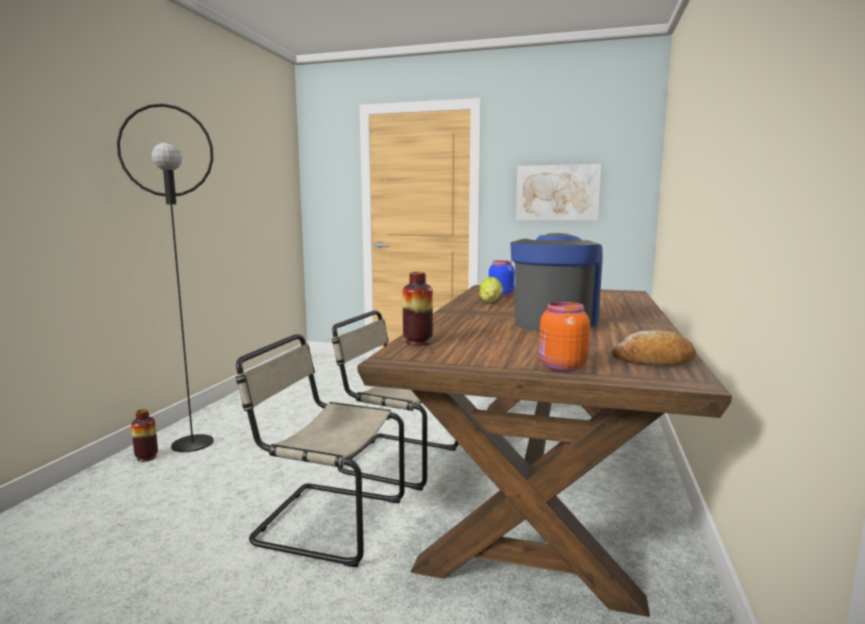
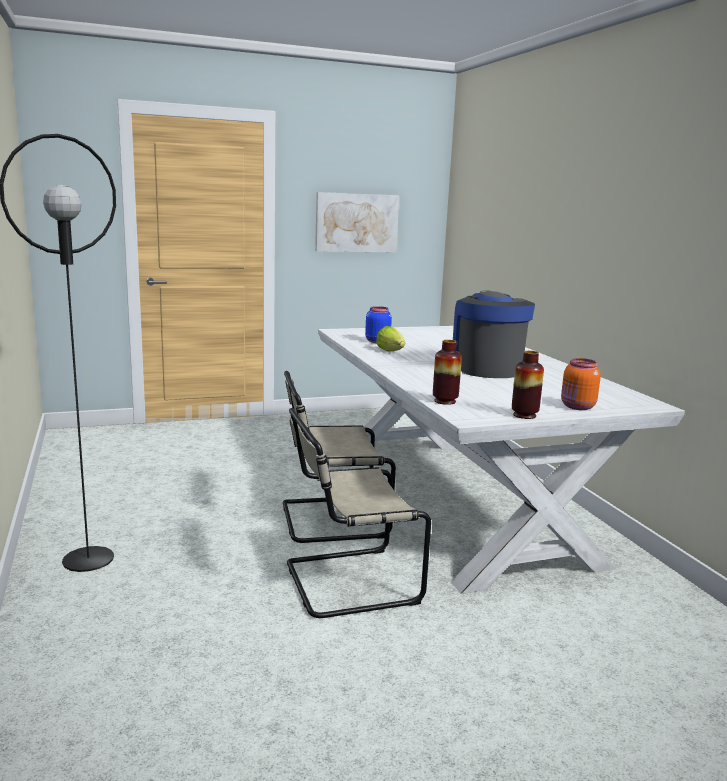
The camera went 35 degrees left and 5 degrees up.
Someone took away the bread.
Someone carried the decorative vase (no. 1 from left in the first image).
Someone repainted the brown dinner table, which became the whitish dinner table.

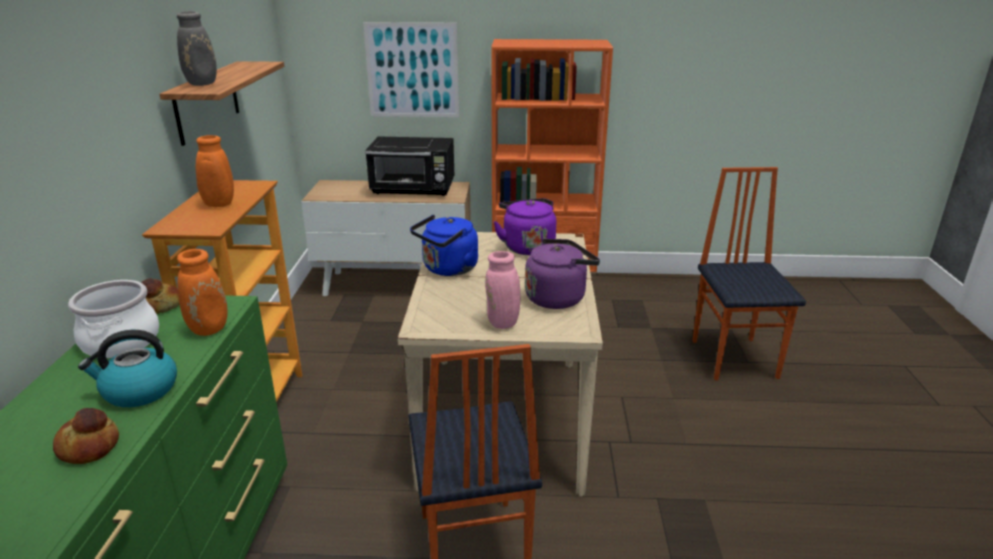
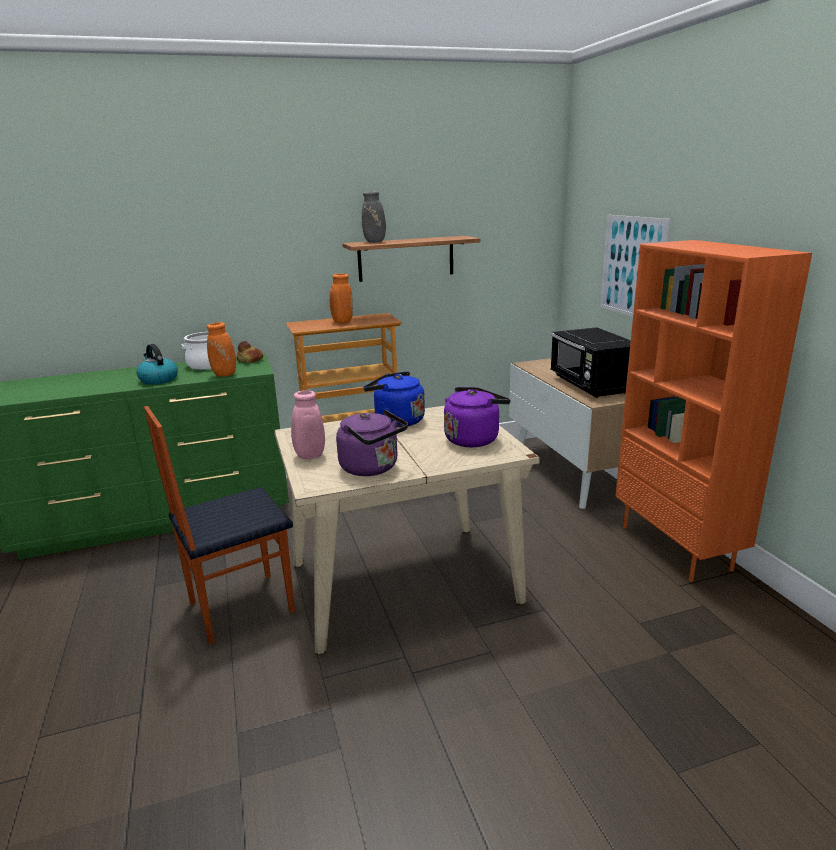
The camera went 70 degrees right and 5 degrees down.
Someone took away the bread (no. 1 from left).
Someone took away the upright chair (no. 2 from left).

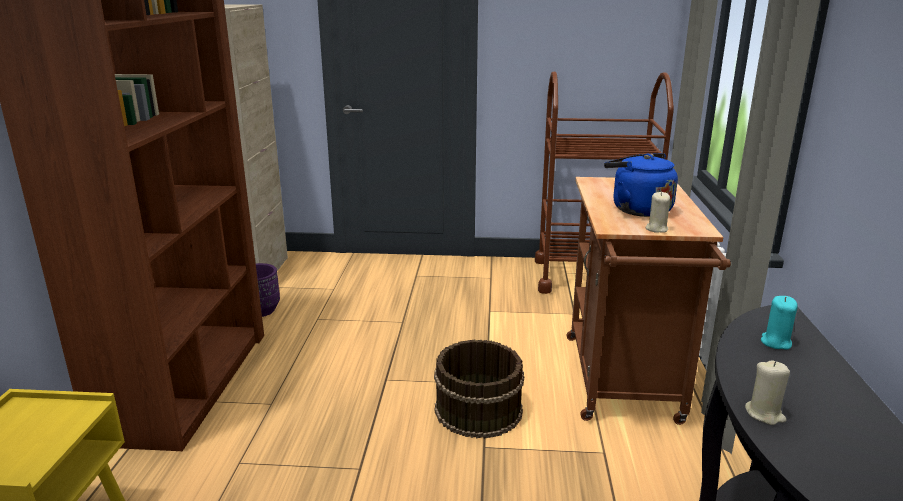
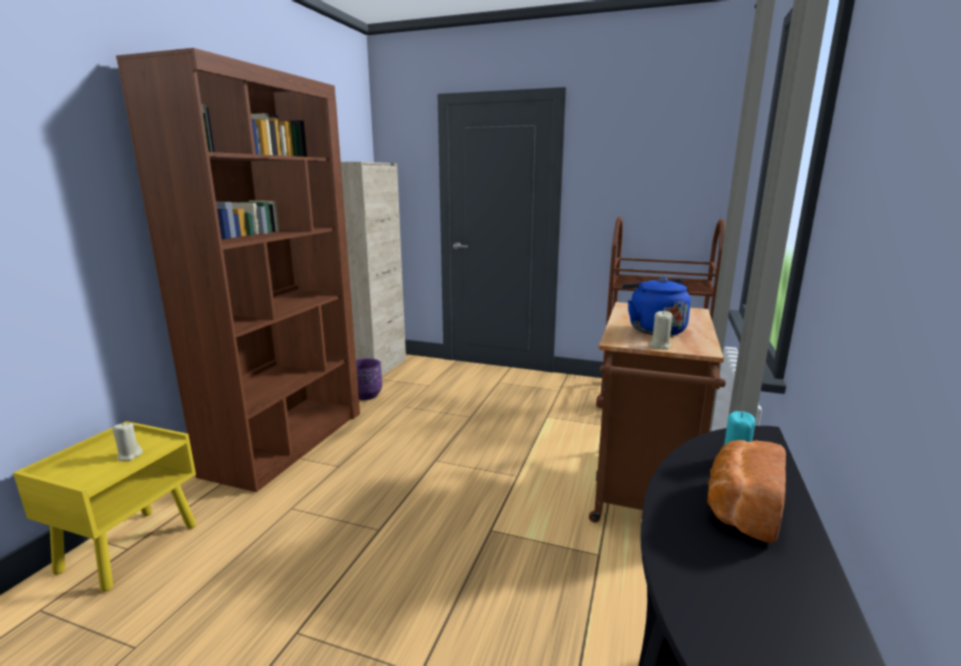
The camera went 15 degrees right and 5 degrees down.
Someone took away the brown pail.
Someone put down the bread.
Someone carried the beige-coloured candle (no. 2 from left in the first image).

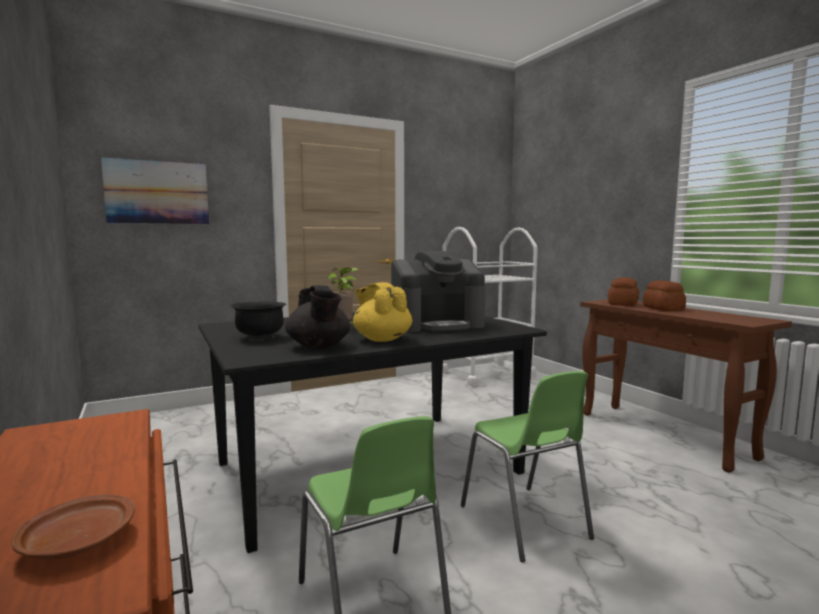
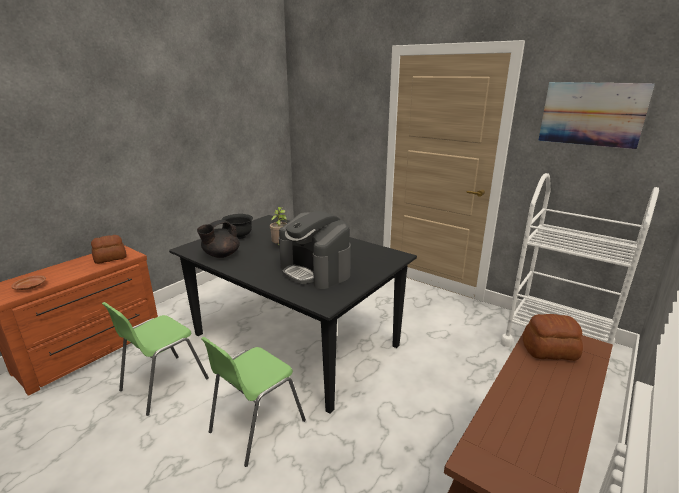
The camera went 65 degrees right and 15 degrees up.
Someone took away the yellow tea pot.
Someone carried the wall art.
Someone carried the bread (no. 2 from left in the first image).

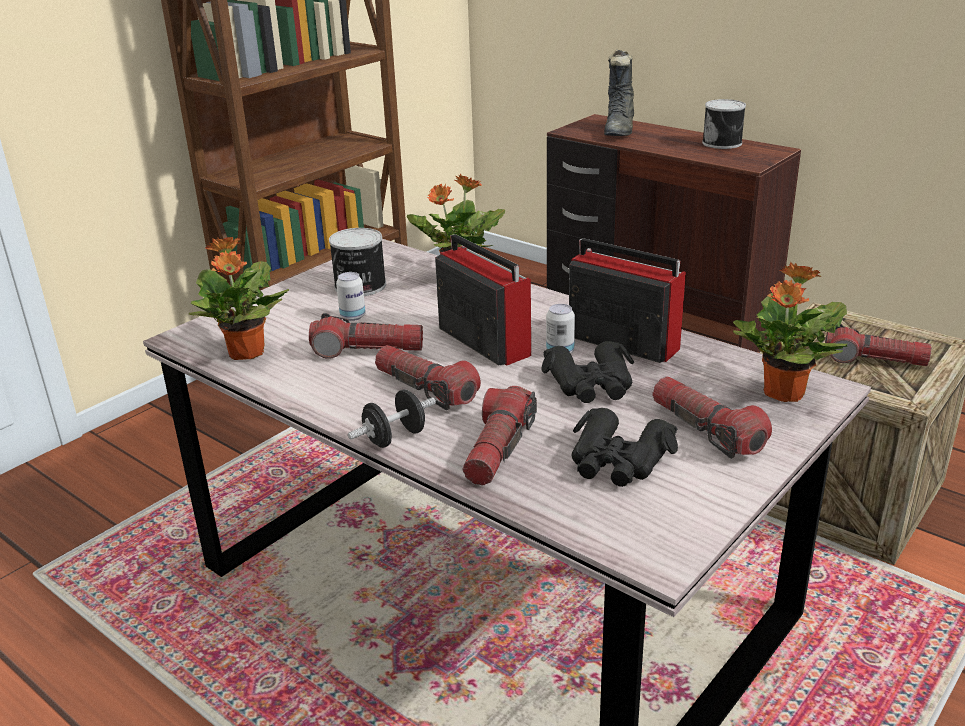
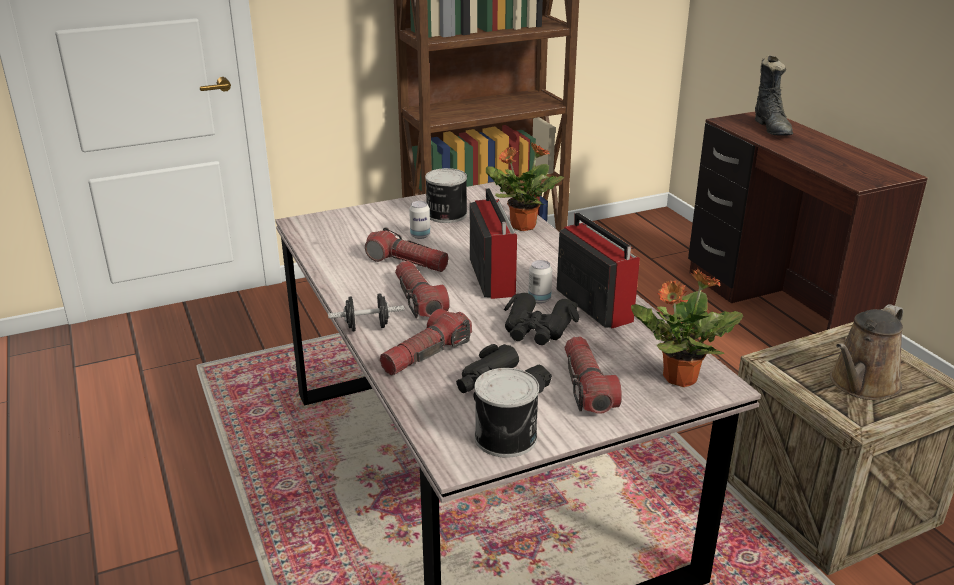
The camera went 25 degrees right and 0 degrees up.
Someone took away the potted plant (no. 1 from left).
Someone carried the metal can (no. 4 from left in the first image).
Someone swapped the torch (no. 5 from left) for the brown sprinkling can.
Someone rotated the black-coloured high-top boot by 45 degrees counterclockwise.

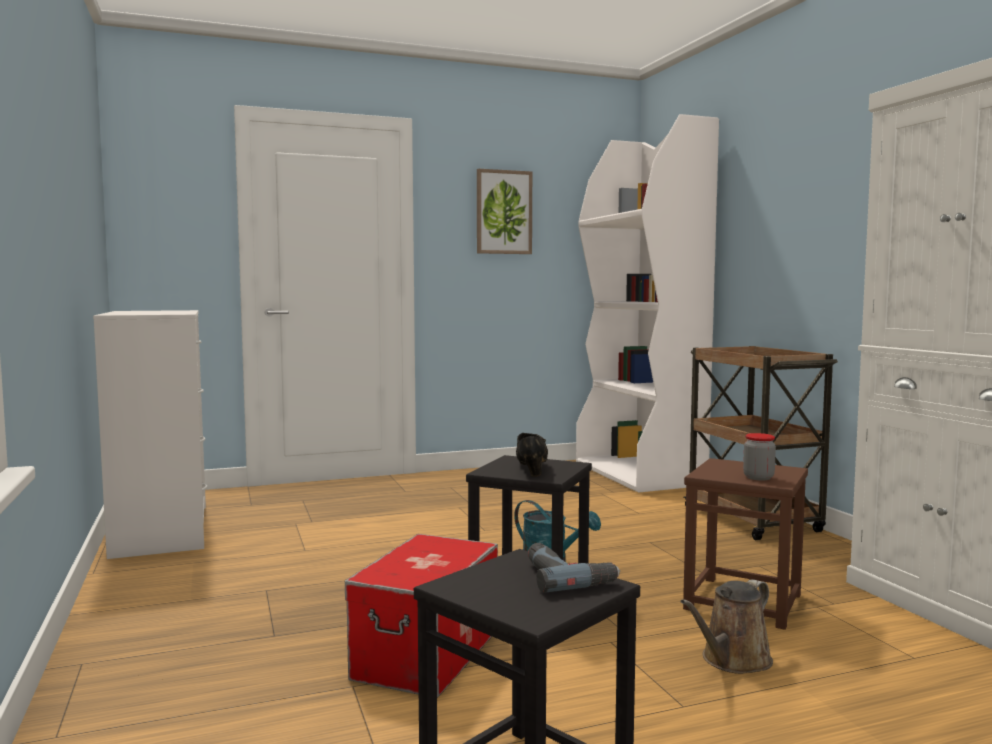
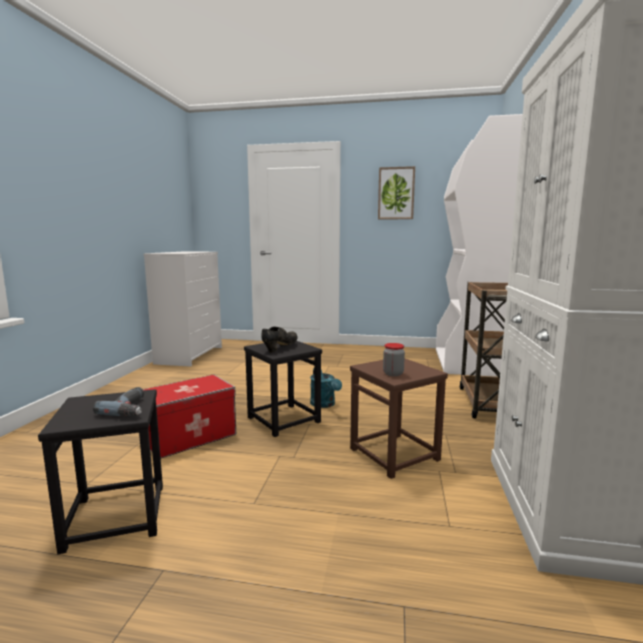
The camera went 30 degrees right and 5 degrees up.
Someone took away the brown sprinkling can.

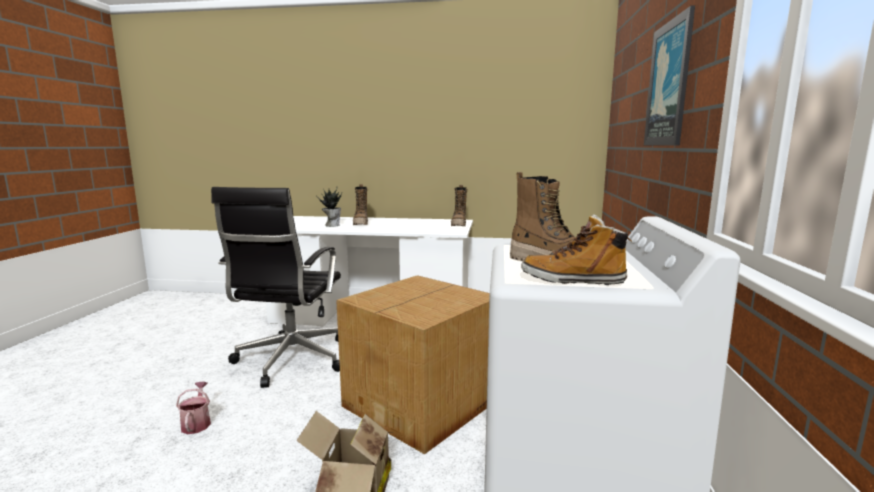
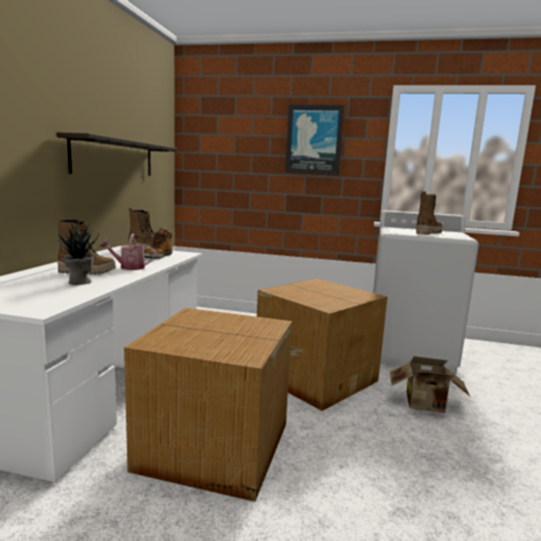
The camera went 85 degrees left and 0 degrees up.
Someone put up the shelf.
Someone carried the sprinkling can.
Someone carried the high-top boot (no. 4 from left in the first image).
Someone swapped the black-coloured office chair for the packing box (no. 1 from left).

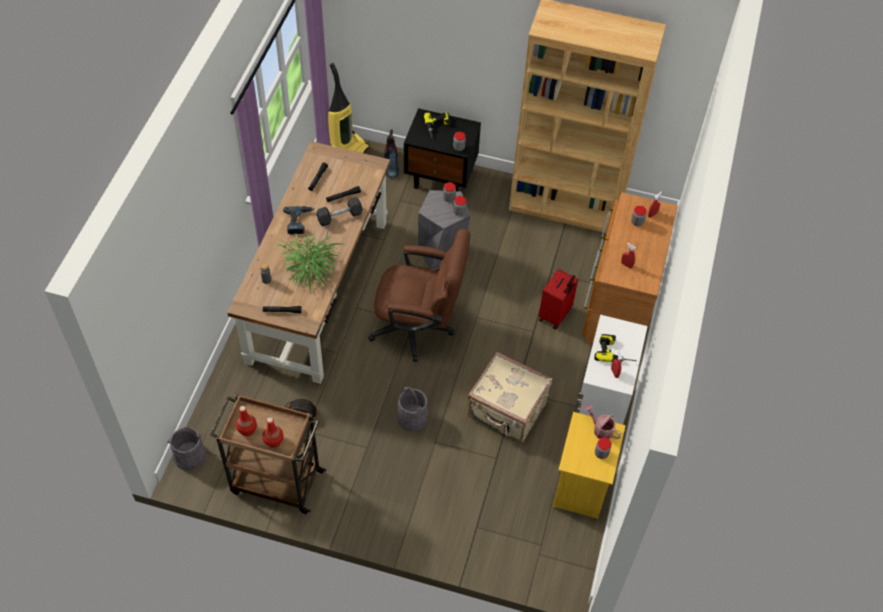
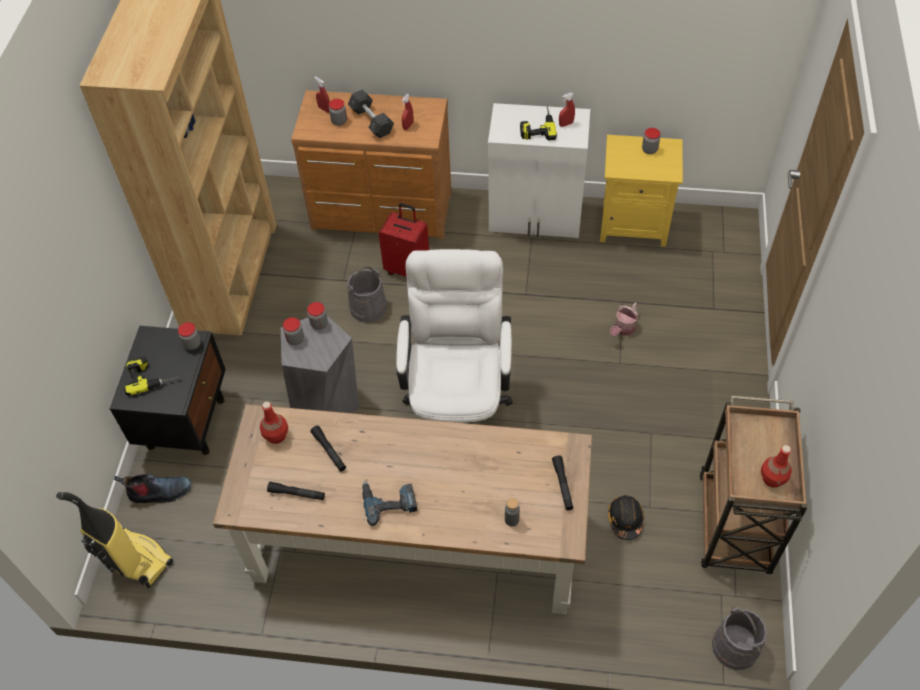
The camera went 95 degrees left and 0 degrees up.
Someone took away the potted plant.
Someone took away the beige-coloured suitcase.
Someone carried the red bottle (no. 2 from left in the first image).
Someone carried the greyish hand weight.
Someone carried the greyish pail (no. 2 from left in the first image).
Someone carried the sprinkling can.
Someone repainted the brown office chair, which became the whitish office chair.

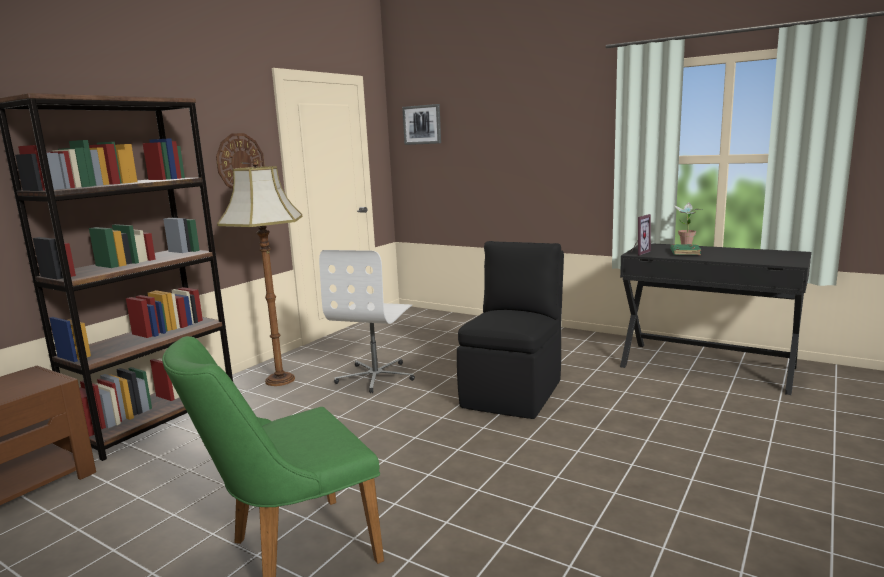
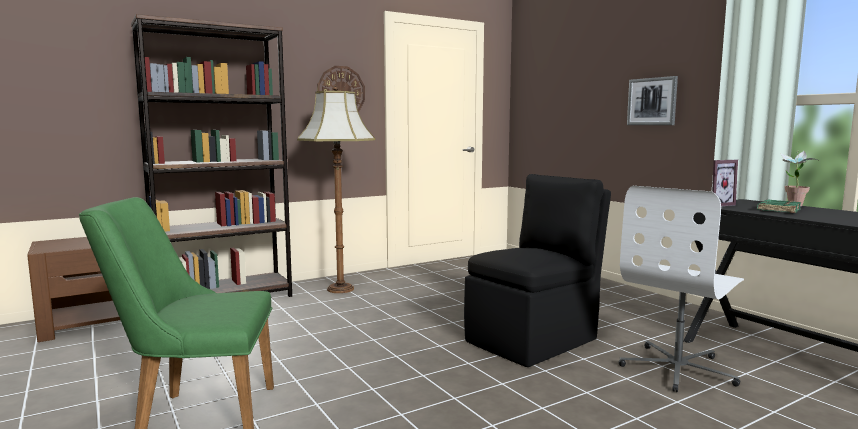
The camera went 25 degrees right and 5 degrees down.
Someone carried the whitish office chair.
Someone carried the wall art.

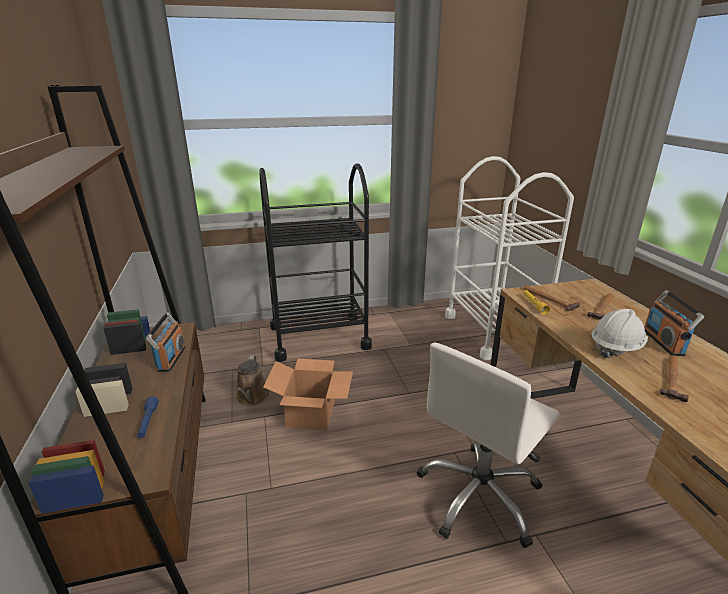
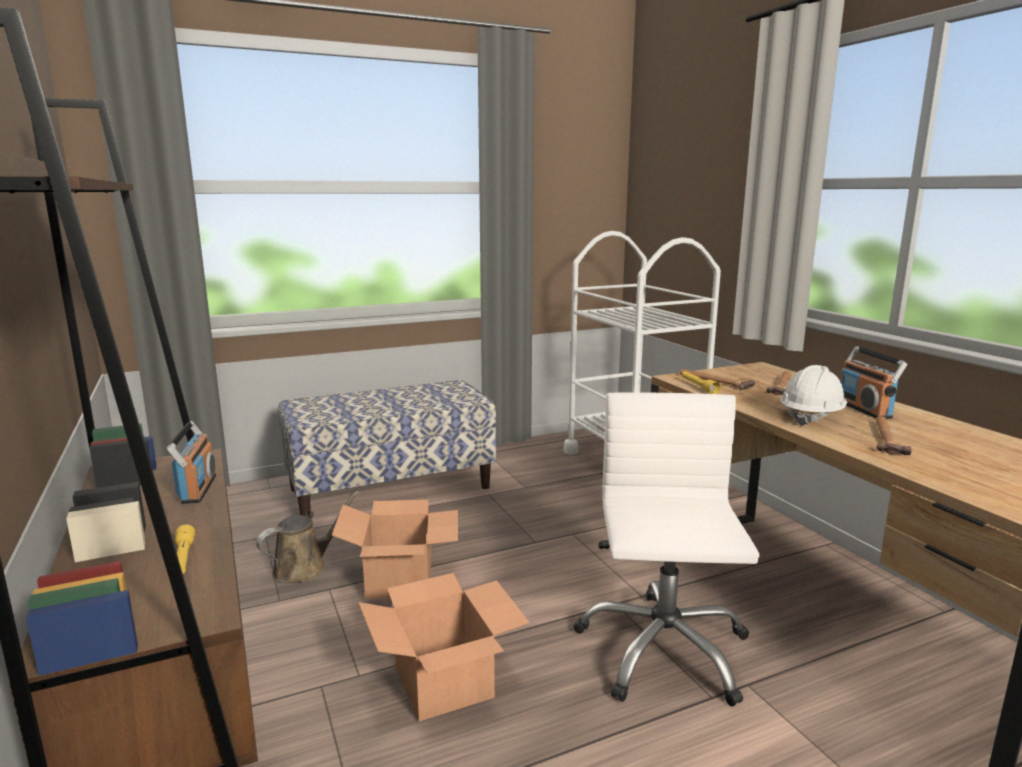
The camera went 10 degrees left and 10 degrees down.
Someone put down the packing box (no. 2 from left).
Someone swapped the black-coloured wheeled cart for the long seat.
Someone repainted the blue-coloured torch, which became the yellow torch (no. 1 from left).
Someone rotated the brown sprinkling can by 120 degrees counterclockwise.
Someone rotated the whitish office chair by 150 degrees clockwise.

